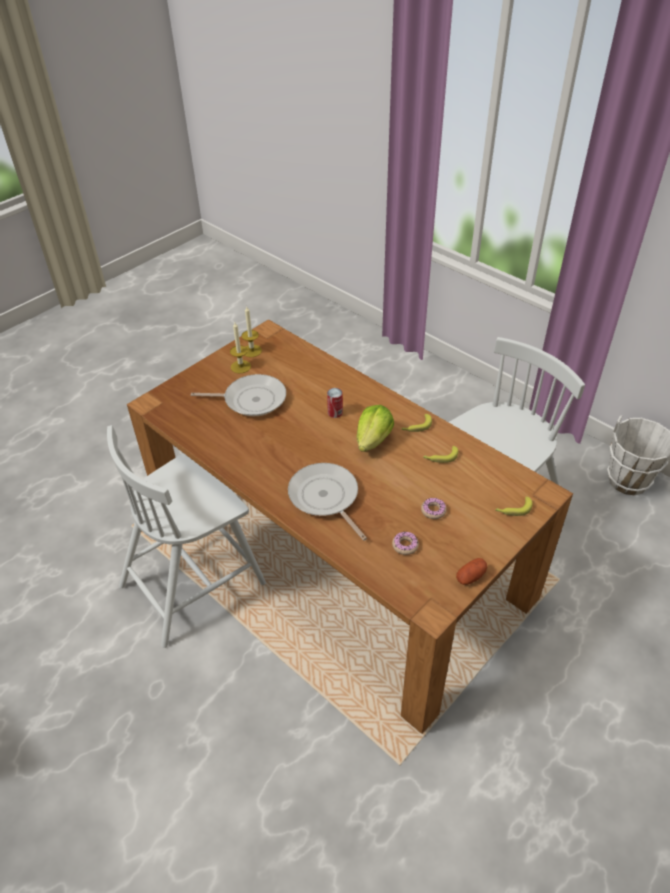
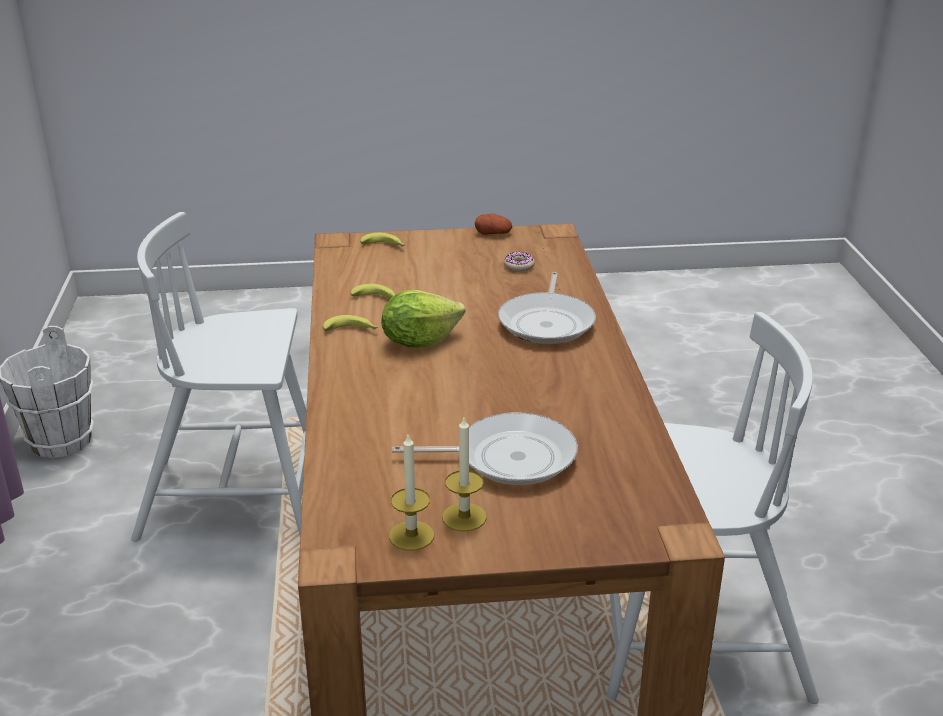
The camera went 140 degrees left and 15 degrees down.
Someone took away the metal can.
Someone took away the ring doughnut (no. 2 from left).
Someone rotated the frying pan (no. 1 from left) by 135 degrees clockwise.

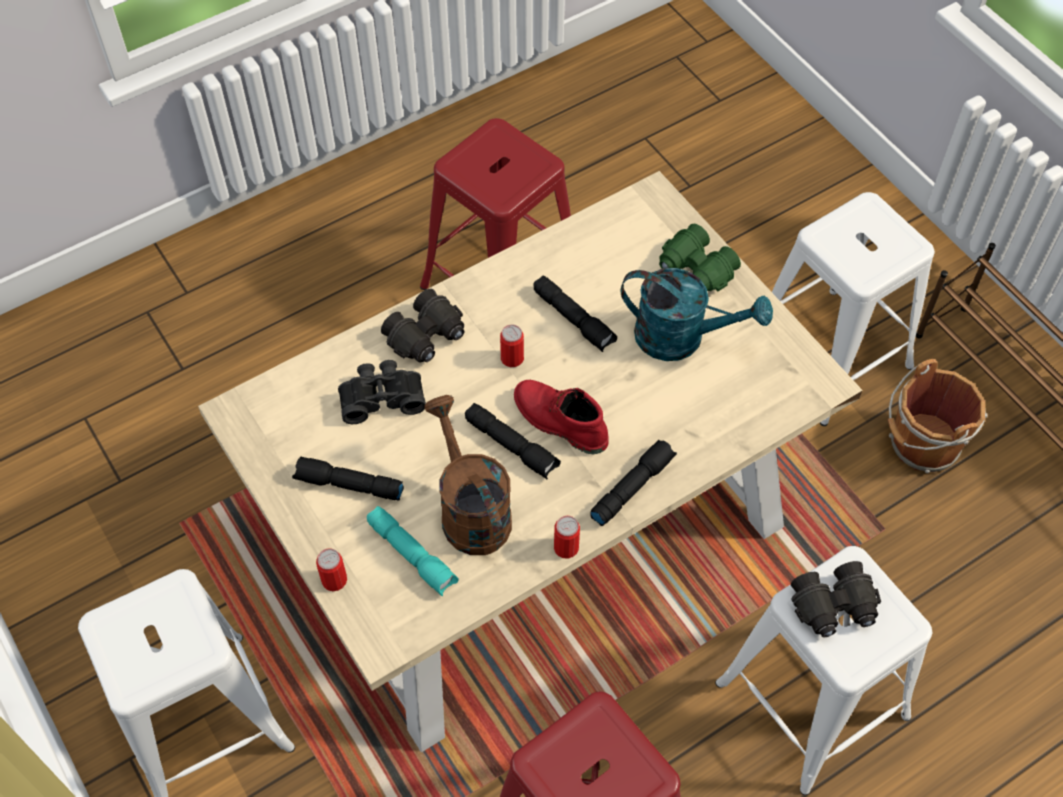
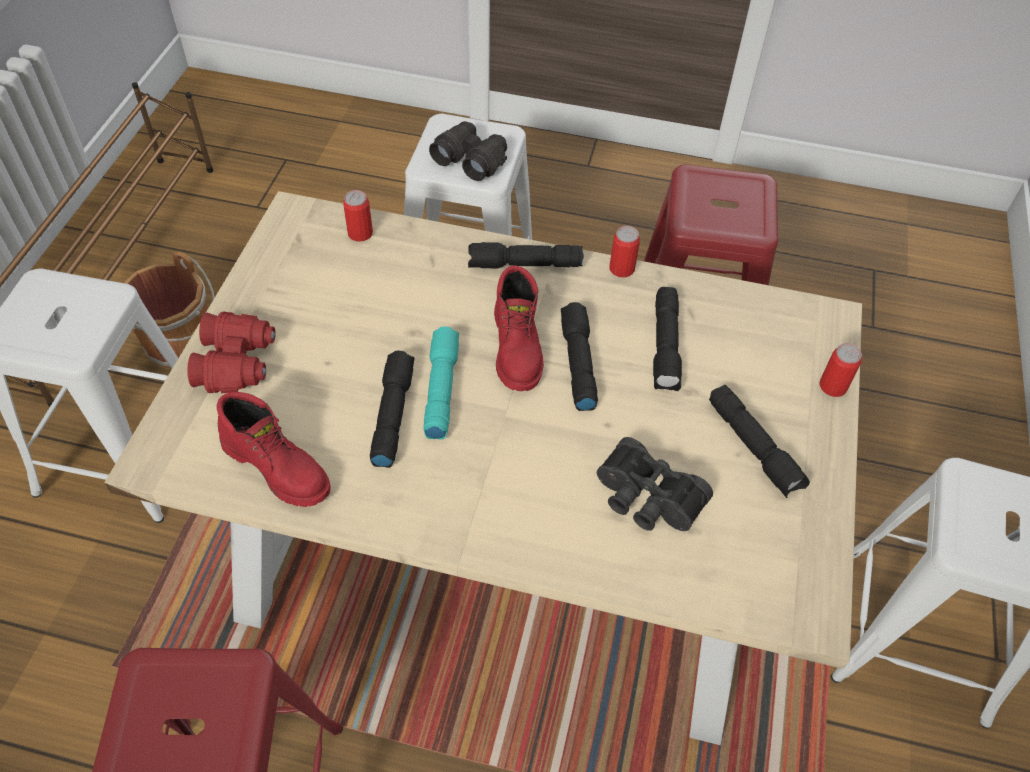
The camera went 135 degrees left and 5 degrees down.
Someone took away the black-coloured binoculars (no. 2 from left).
Someone took away the turquoise-coloured sprinkling can.
Someone put down the red high-top boot (no. 1 from left).
Someone carried the turquoise-coloured torch.
Someone carried the metal can (no. 2 from left in the first image).
Someone swapped the brown sprinkling can for the black-coloured torch (no. 4 from left).
Someone repainted the greenish binoculars, which became the red binoculars.

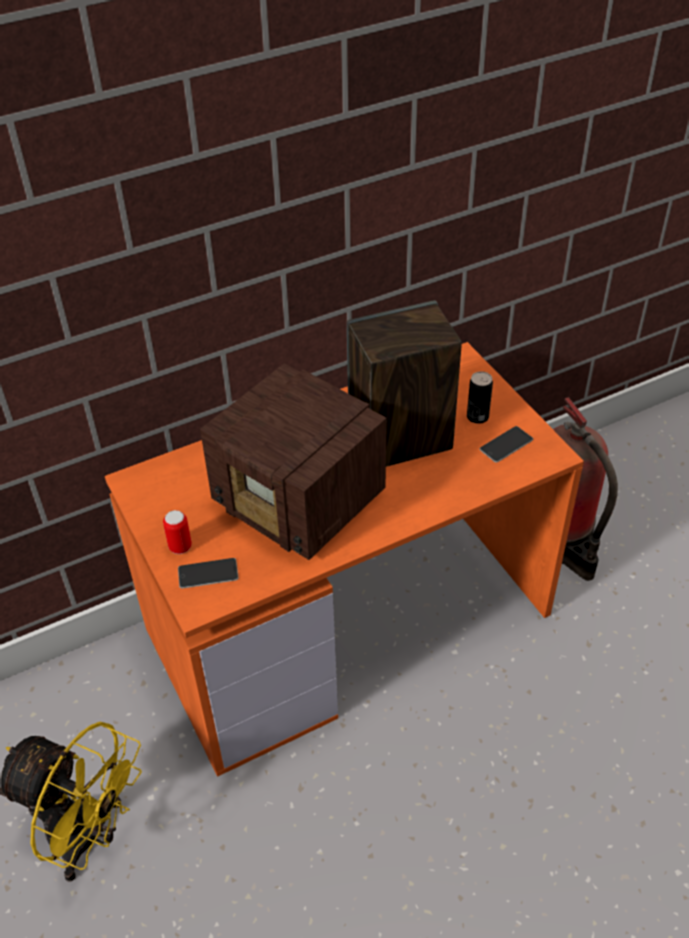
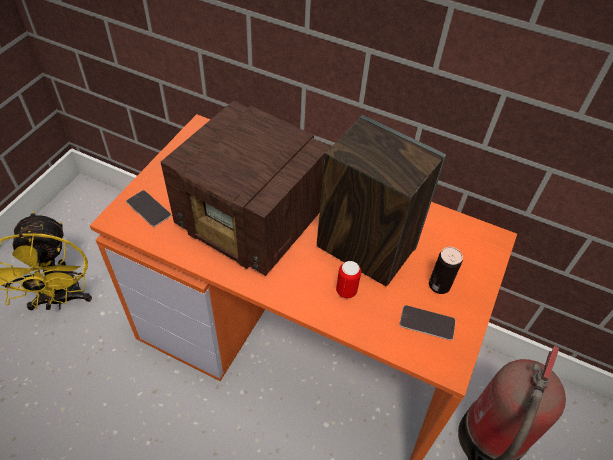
The camera went 50 degrees right and 5 degrees up.
Someone carried the metal can (no. 1 from left).
Someone rotated the radio receiver by 60 degrees counterclockwise.

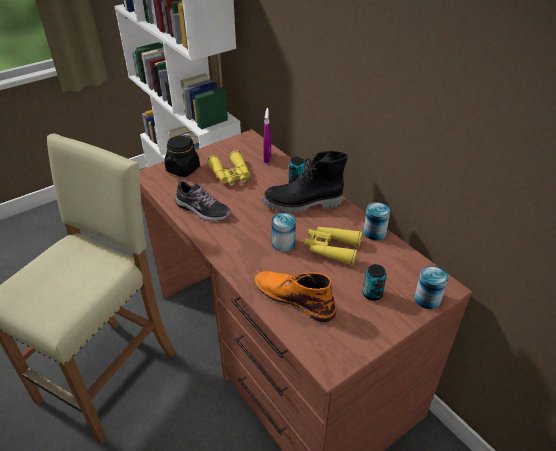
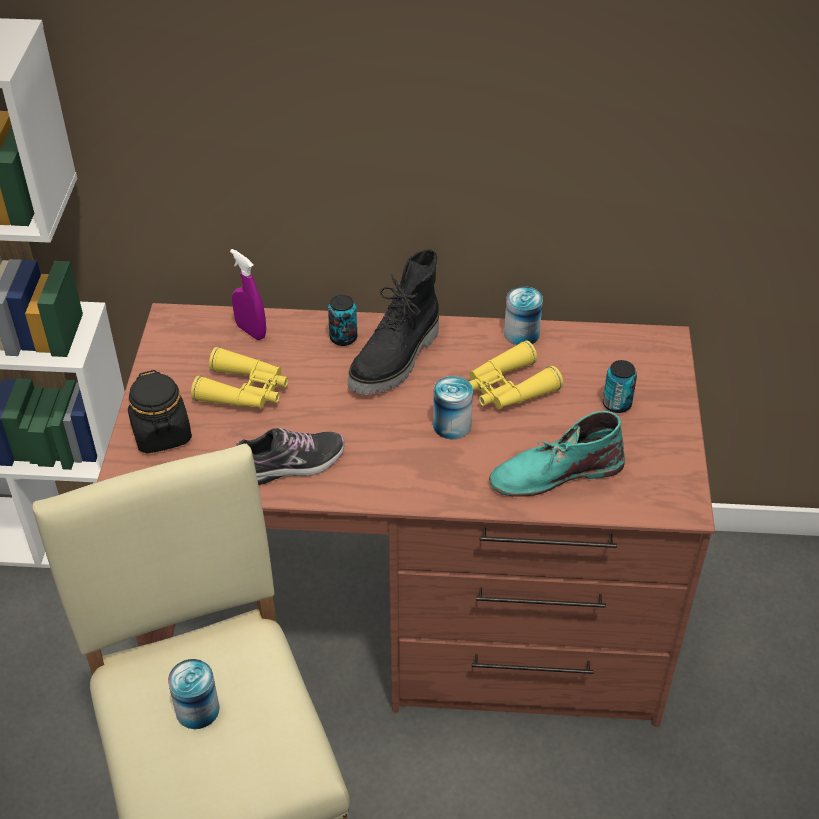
The camera went 50 degrees left and 5 degrees up.
Someone carried the metal can (no. 5 from left in the first image).
Someone repainted the orange-coloured high-top boot, which became the turquoise-coloured high-top boot.

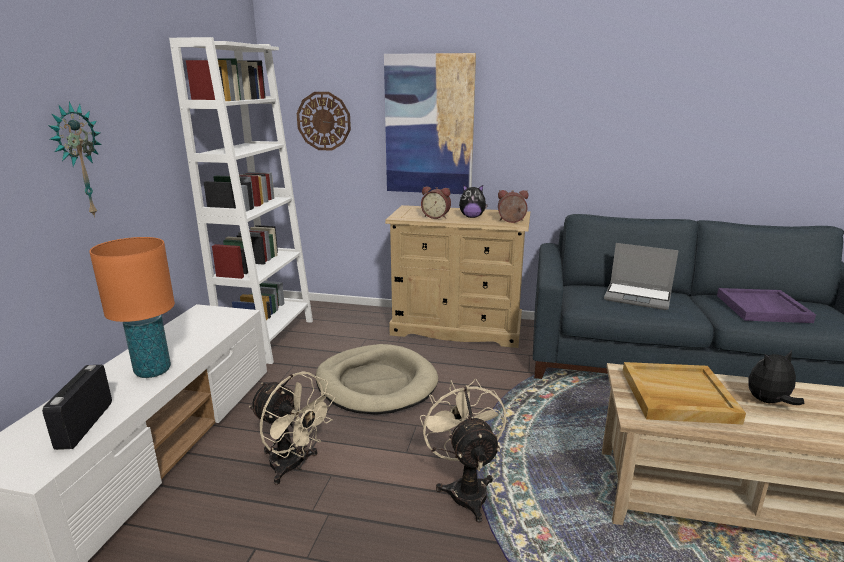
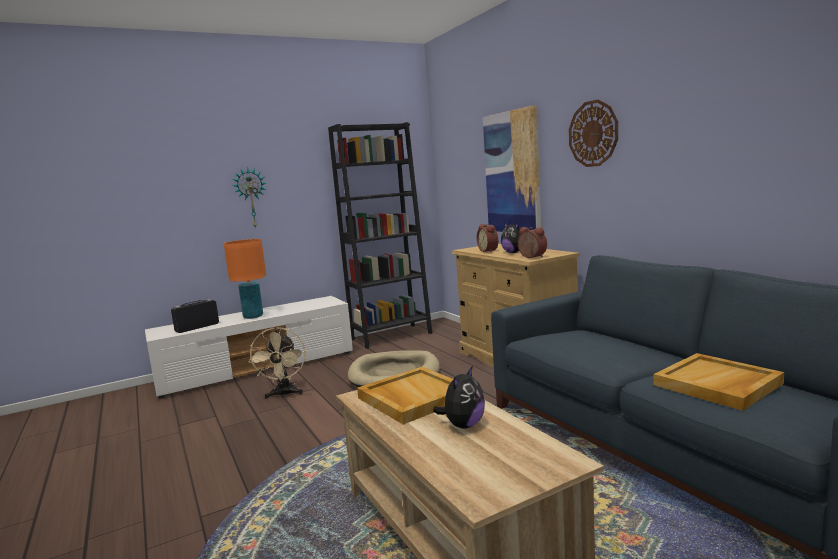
The camera went 50 degrees right and 10 degrees down.
Someone took away the beige-coloured cooling fan (no. 2 from left).
Someone took away the notebook computer.
Someone carried the hanging clock (no. 2 from left).
Someone repainted the whitish bookcase, which became the black-coloured bookcase.
Someone repainted the purple-coloured carrying tray, which became the beige-coloured carrying tray (no. 2 from left).
Someone rotated the soft toy (no. 2 from left in the first image) by 90 degrees clockwise.

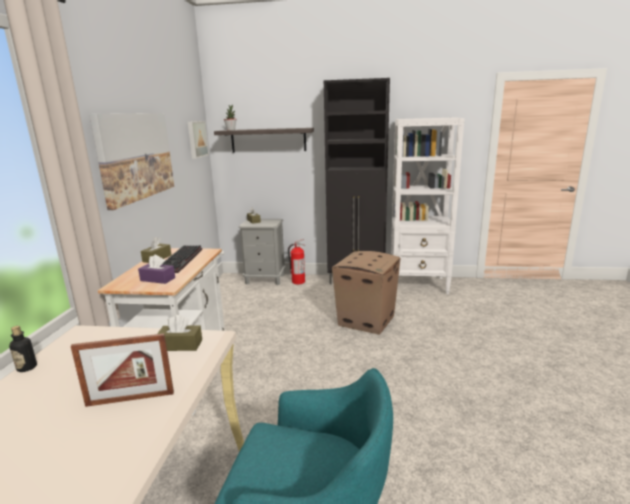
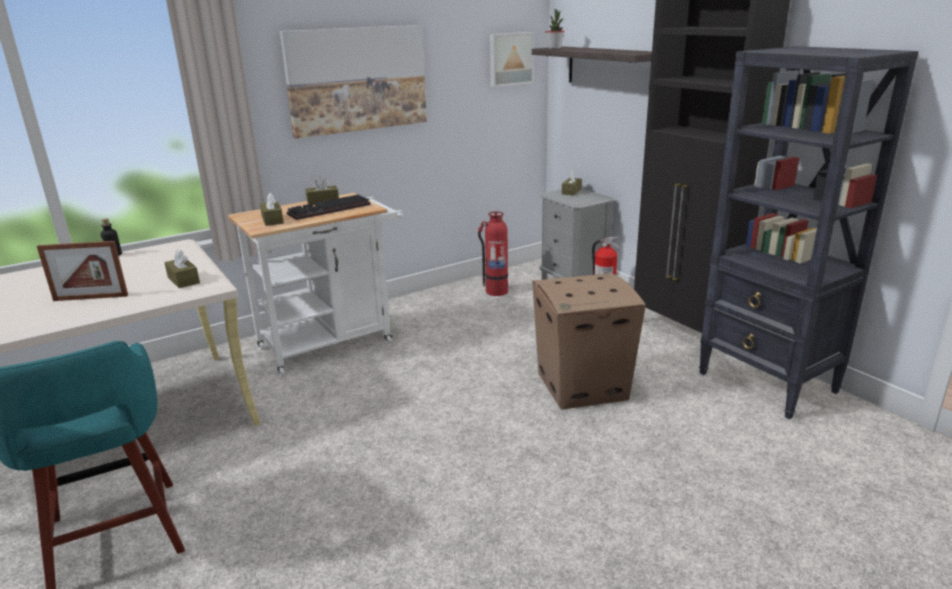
The camera went 50 degrees right and 5 degrees up.
Someone put down the fire-fighting cylinder (no. 1 from left).
Someone repainted the purple-coloured tissue box, which became the brown tissue box (no. 2 from left).
Someone repainted the whitish bookcase, which became the black-coloured bookcase.
Someone rotated the standing frame by 45 degrees counterclockwise.

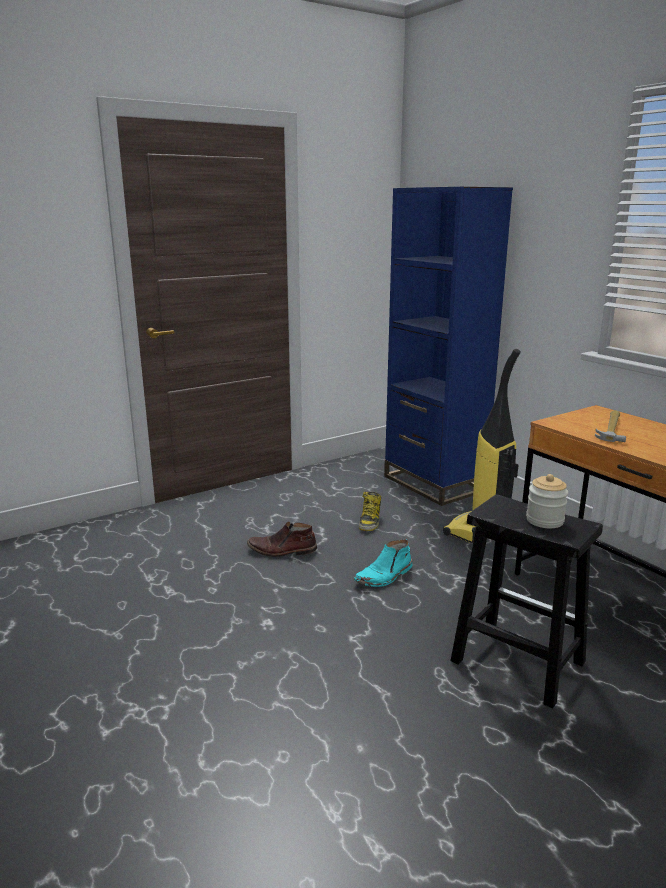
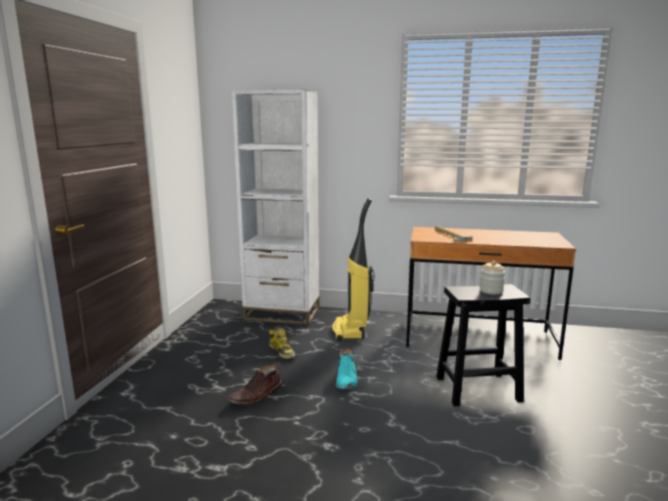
The camera went 45 degrees left and 5 degrees down.
Someone repainted the blue-coloured bookcase, which became the whitish bookcase.

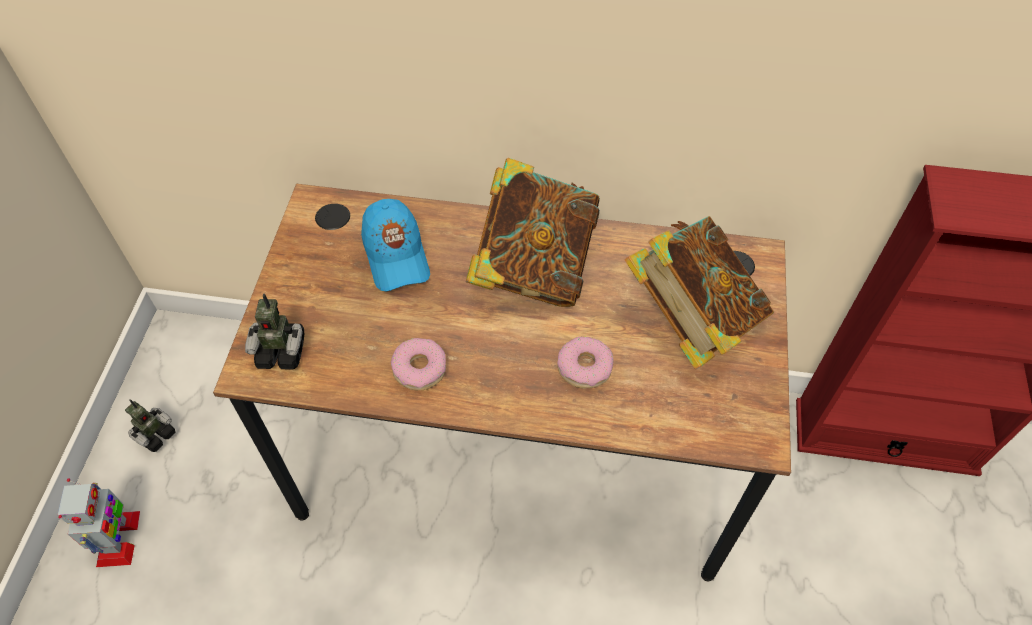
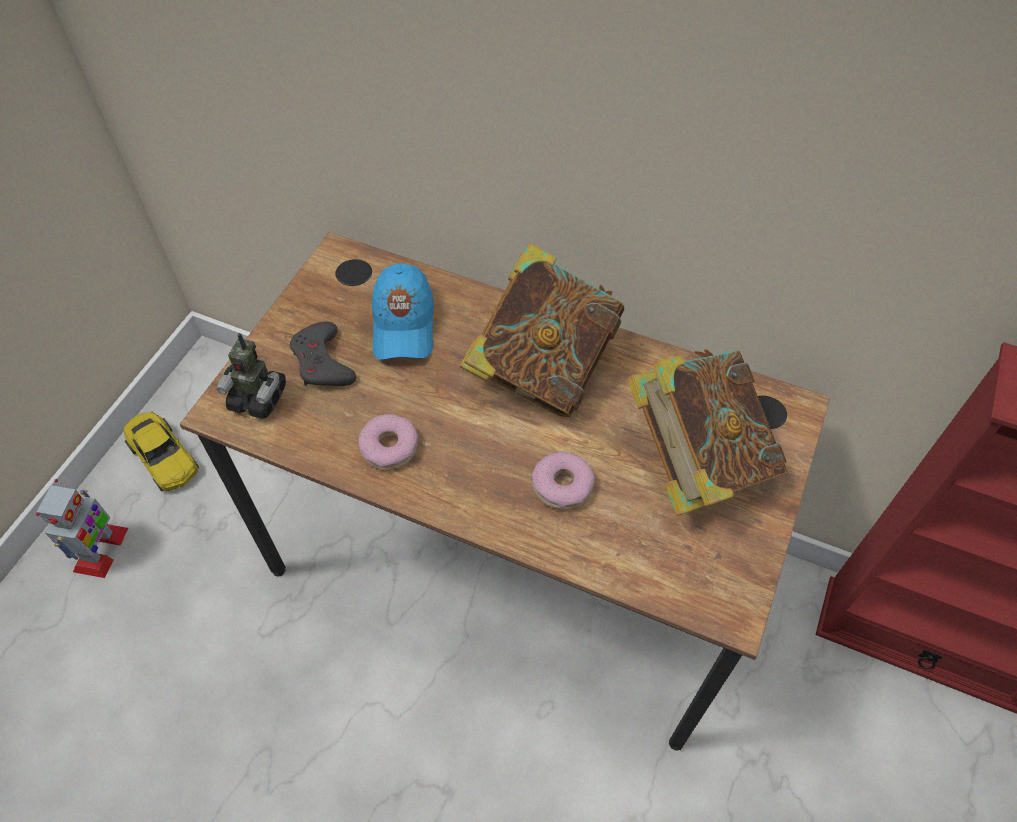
The camera went 15 degrees right and 0 degrees up.
Someone put down the greyish game controller.
Someone swapped the robot figure (no. 2 from left) for the yellow miniature car.

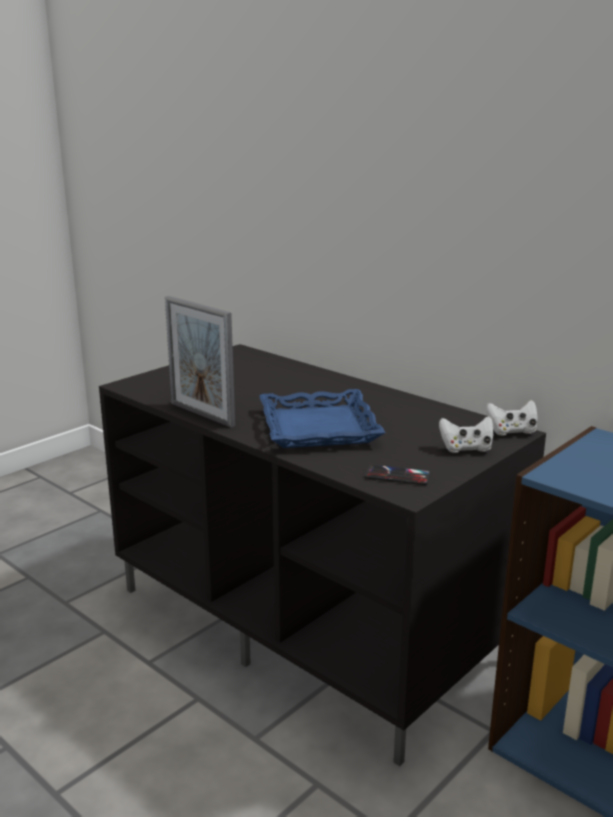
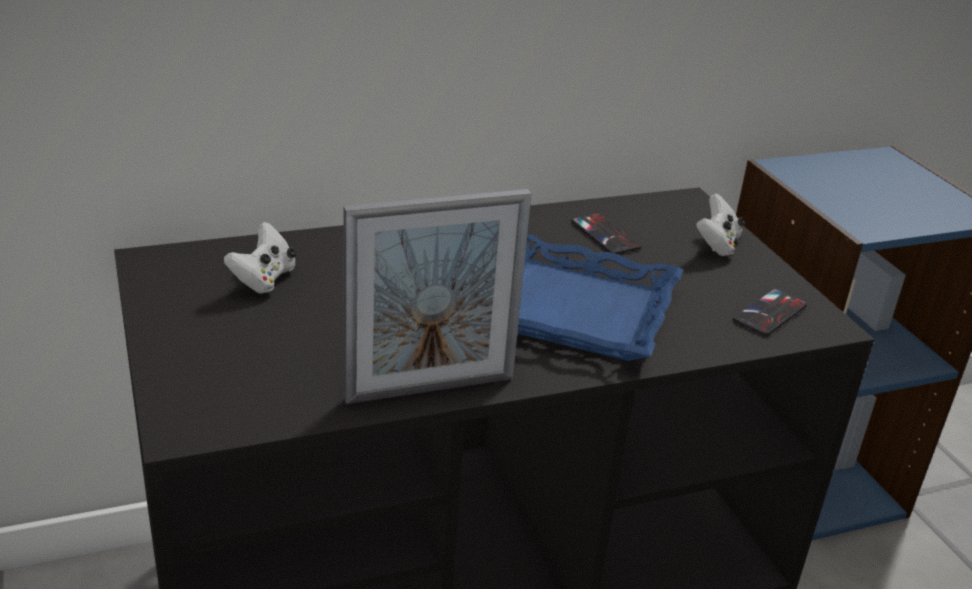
The camera went 65 degrees left and 10 degrees up.
Someone put down the handset (no. 1 from left).
Someone carried the whitish game controller (no. 2 from left in the first image).

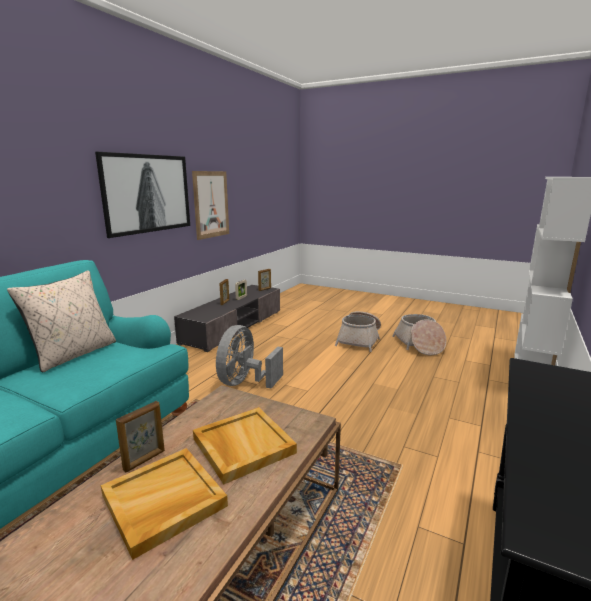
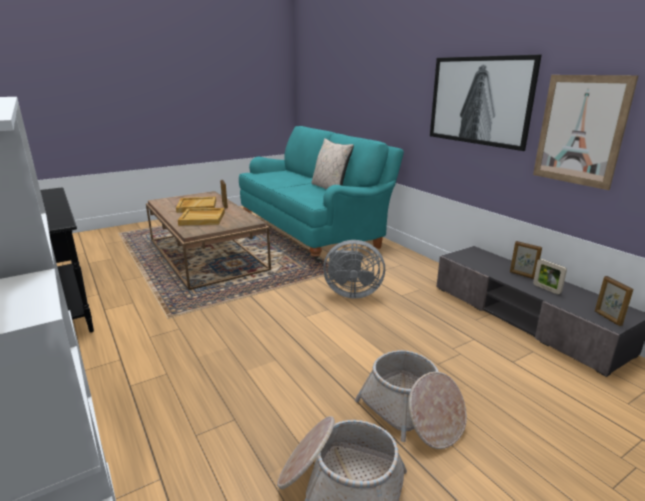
The camera went 120 degrees right and 5 degrees up.
Someone rotated the greyish cooling fan by 135 degrees clockwise.

